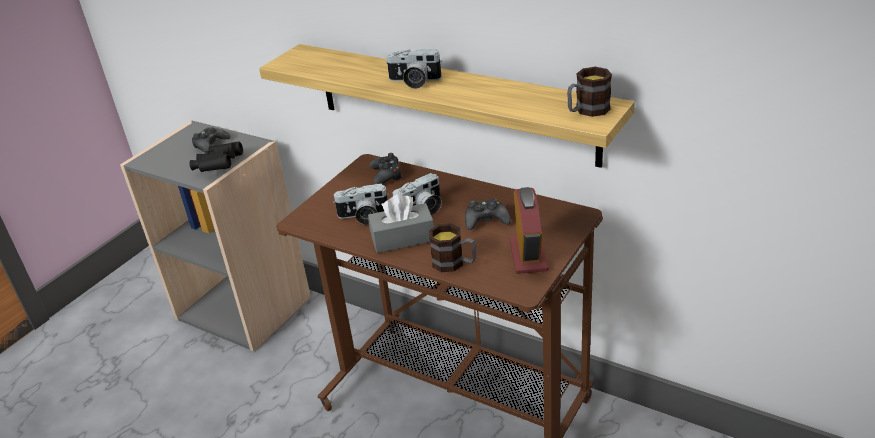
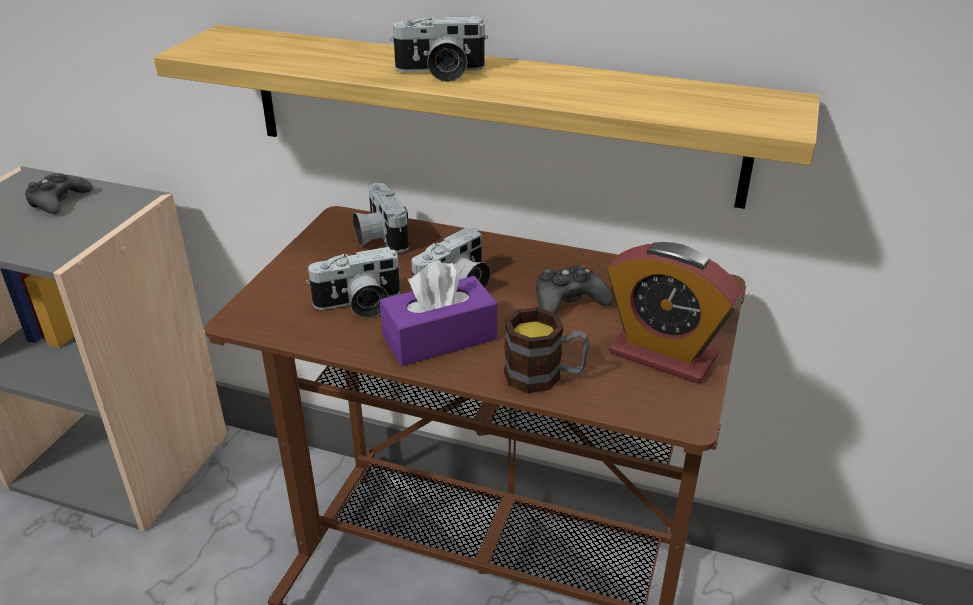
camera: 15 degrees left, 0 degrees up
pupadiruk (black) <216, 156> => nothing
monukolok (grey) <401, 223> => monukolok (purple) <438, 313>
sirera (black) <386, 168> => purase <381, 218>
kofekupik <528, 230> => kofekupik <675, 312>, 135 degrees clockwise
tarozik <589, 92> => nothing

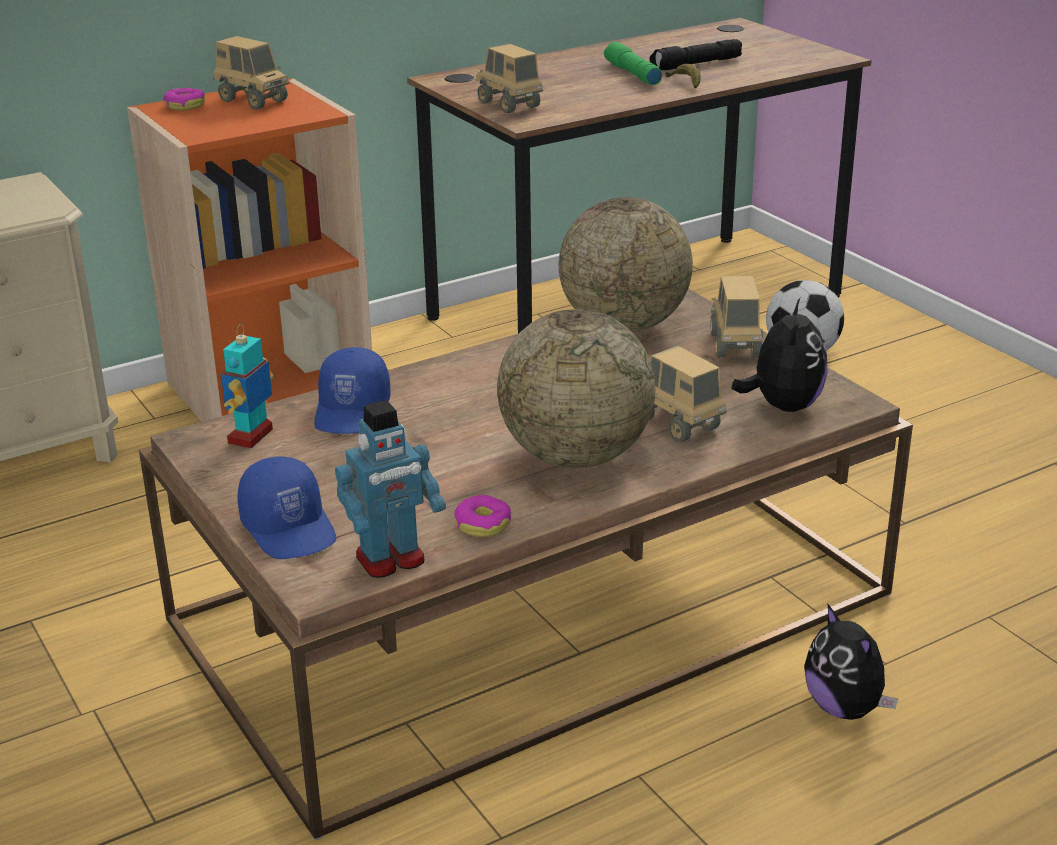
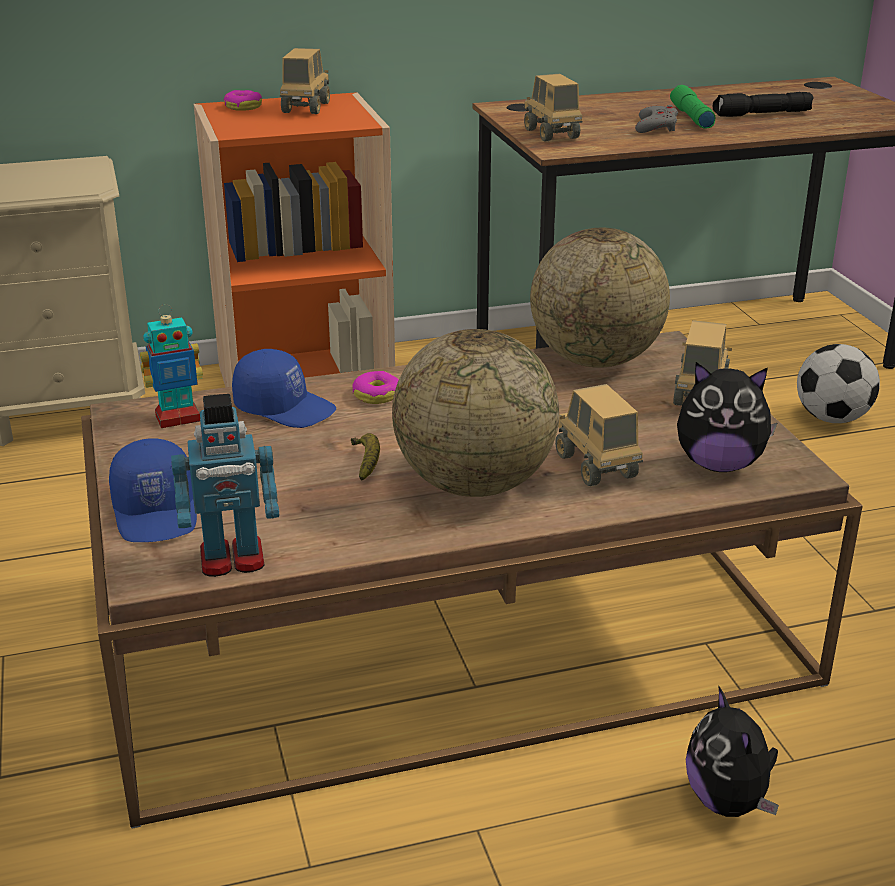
camera: 15 degrees right, 0 degrees up
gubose <251, 73> => gubose <305, 81>, 135 degrees counterclockwise
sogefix <247, 386> => sogefix <171, 366>, 150 degrees counterclockwise
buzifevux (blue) <352, 390> => buzifevux (blue) <284, 388>, 90 degrees counterclockwise
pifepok <482, 516> => pifepok <375, 387>, shifted
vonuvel <683, 76> => vonuvel <365, 457>, shifted
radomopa <780, 355> => radomopa <727, 417>, 75 degrees clockwise
nothing => sirera (grey) <656, 119>

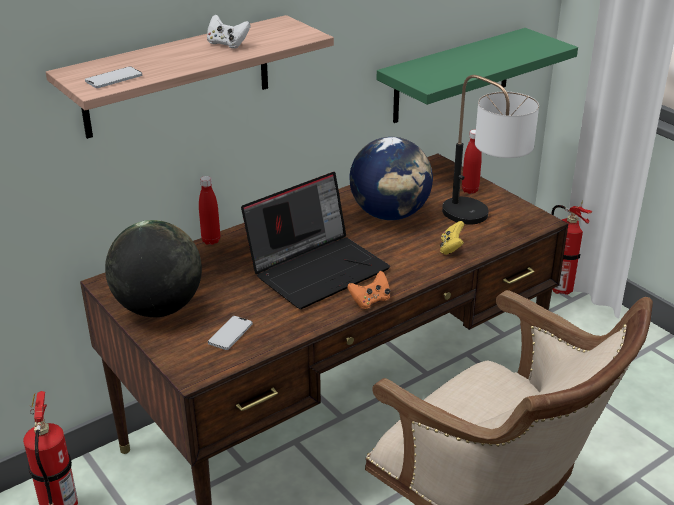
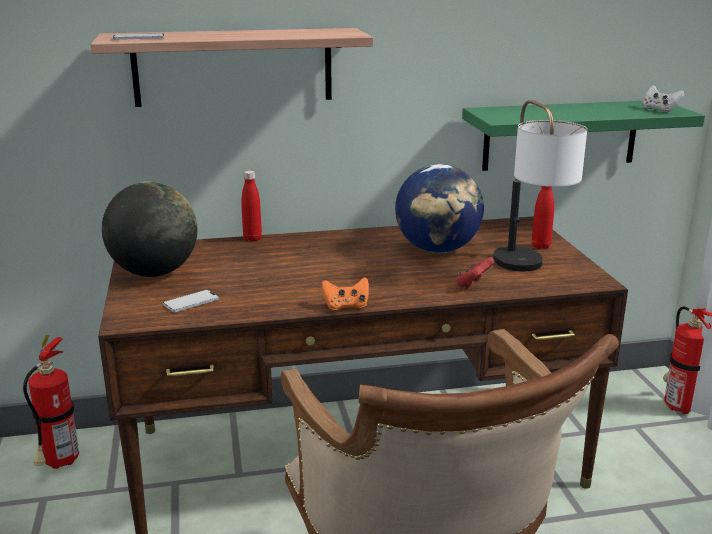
camera: 25 degrees right, 10 degrees down
sirera (white) <229, 31> => sirera (white) <663, 98>, shifted
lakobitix <315, 240> => nothing
sirera (yellow) <452, 238> => sirera (red) <475, 272>

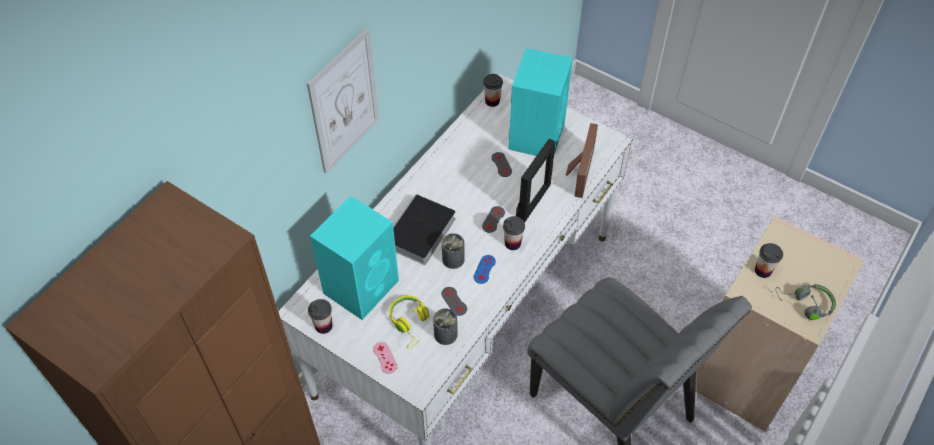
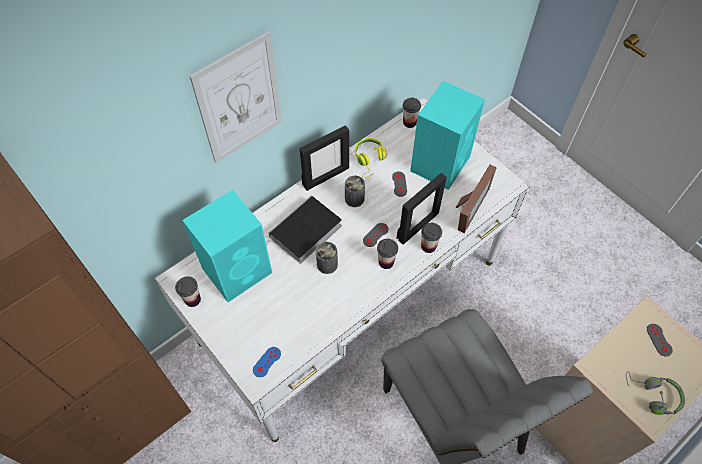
camera: 15 degrees right, 5 degrees up
sirera (pink) <385, 358> => nothing
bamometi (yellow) <409, 322> => bamometi (yellow) <371, 158>, shifted
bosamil <445, 327> => bosamil <355, 191>, shifted
sirera (grey) <454, 301> => sirera (grey) <660, 340>, shifted
sirera (blue) <485, 269> => sirera (blue) <267, 362>, shifted
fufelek <769, 260> => fufelek <431, 238>, shifted
nothing => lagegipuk <324, 158>

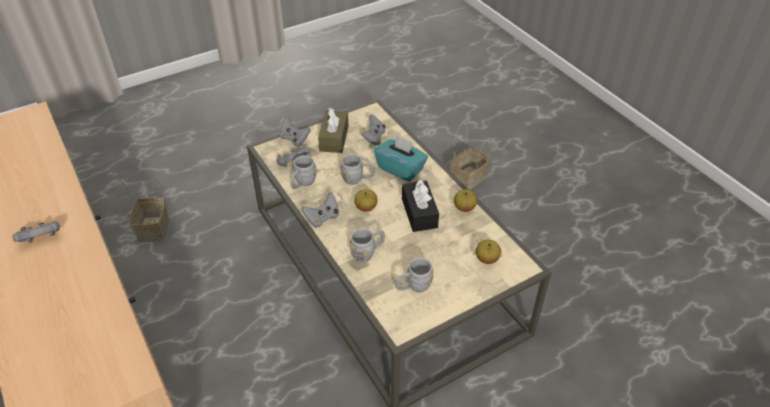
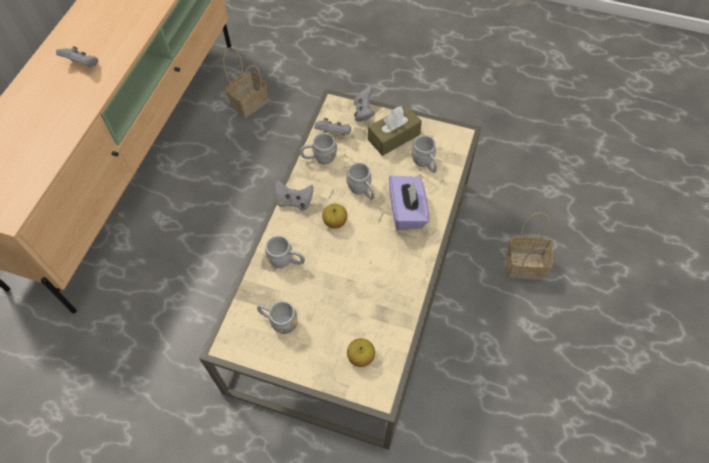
camera: 50 degrees right, 15 degrees up
sirera (grey) <373, 130> => tarozik (grey) <424, 154>
monukolok (turquoise) <401, 158> => monukolok (purple) <409, 202>
monukolok (black) <420, 205> => nothing
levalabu <465, 200> => nothing

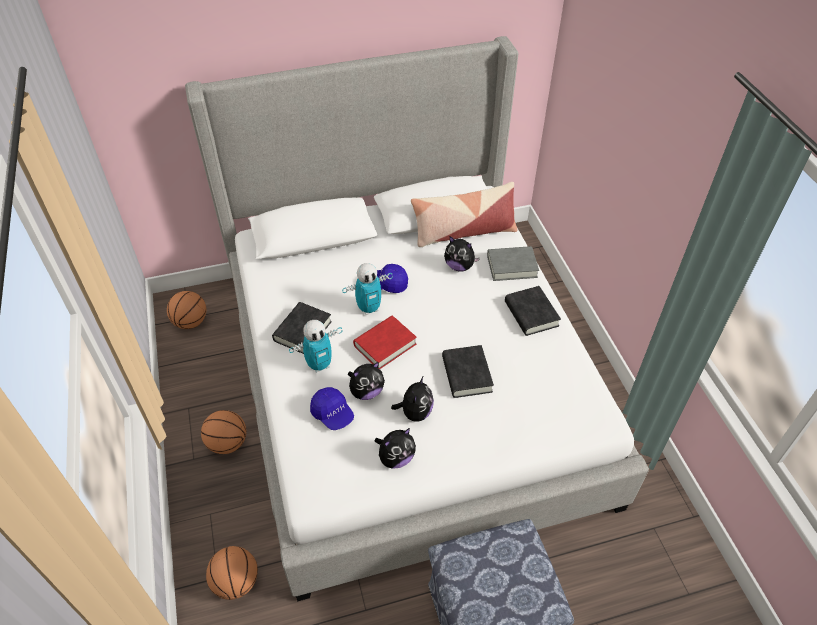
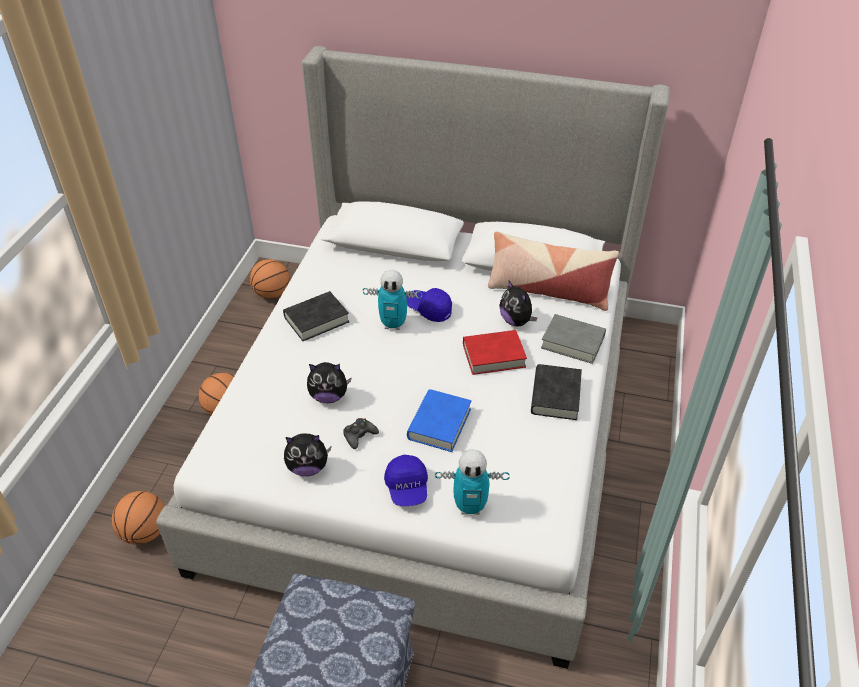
camera: 30 degrees right, 5 degrees down
sogefix <315, 346> => sogefix <472, 482>, shifted
buzifevux (blue) <332, 408> => buzifevux (blue) <406, 480>, shifted
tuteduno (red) <385, 342> => tuteduno (red) <495, 352>, shifted
radomopa <412, 399> => sirera (black) <361, 433>
tuteduno (black) <468, 371> => tuteduno (blue) <439, 420>

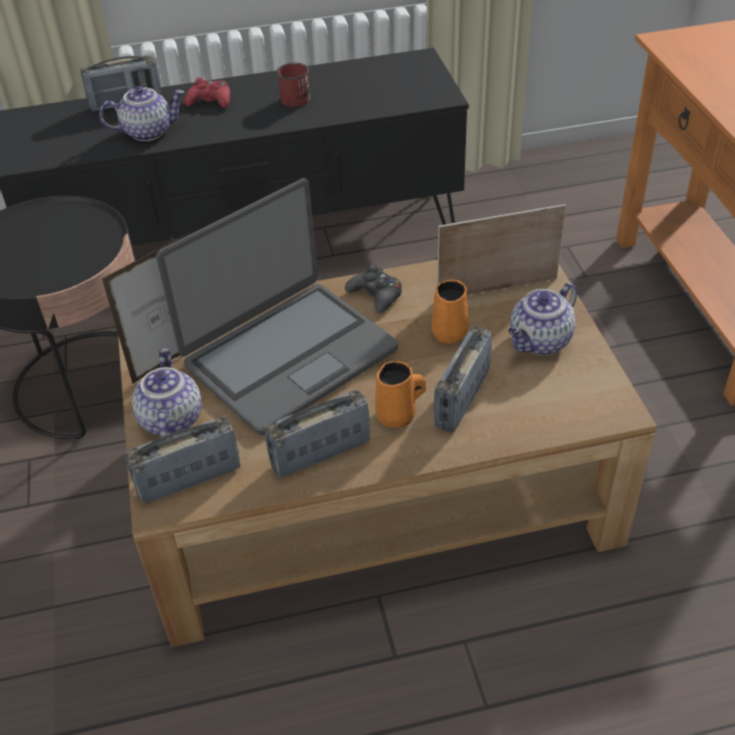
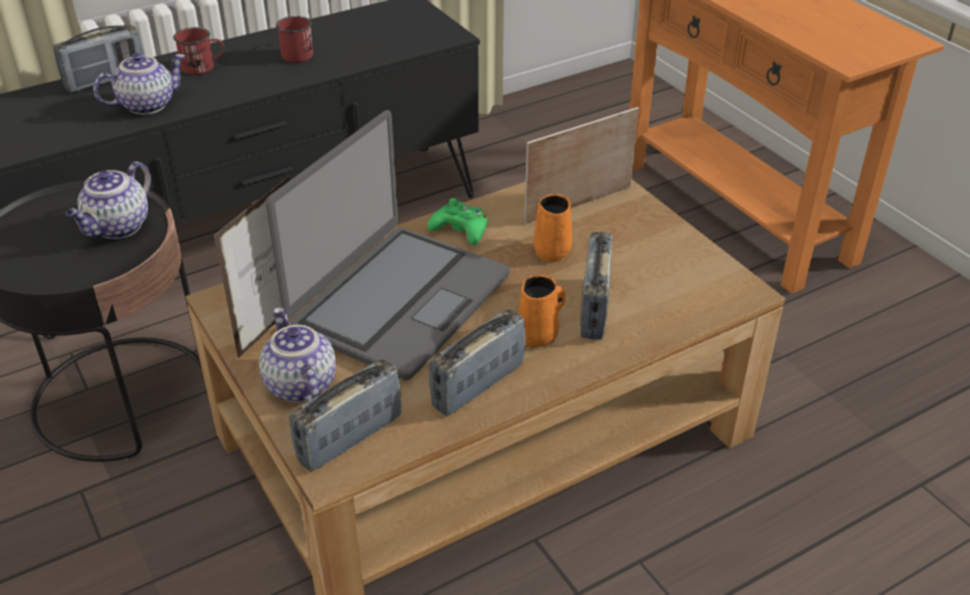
camera: 20 degrees left, 5 degrees down
sirera (red) <207, 92> => tarozik (red) <198, 51>
sirera (black) <373, 288> => sirera (green) <457, 221>
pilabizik <542, 318> => pilabizik <108, 200>, shifted

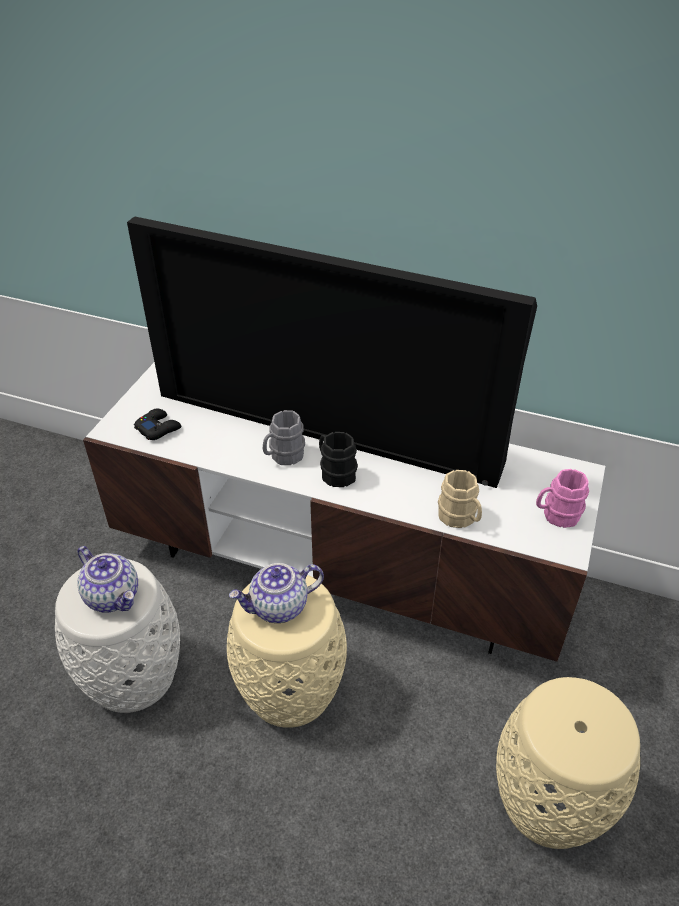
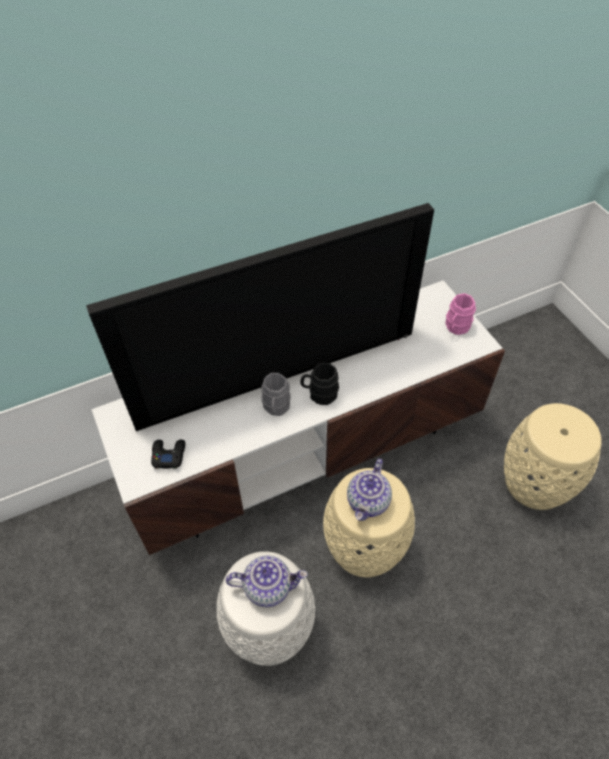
camera: 45 degrees left, 10 degrees up
tarozik (beige) <460, 499> => nothing

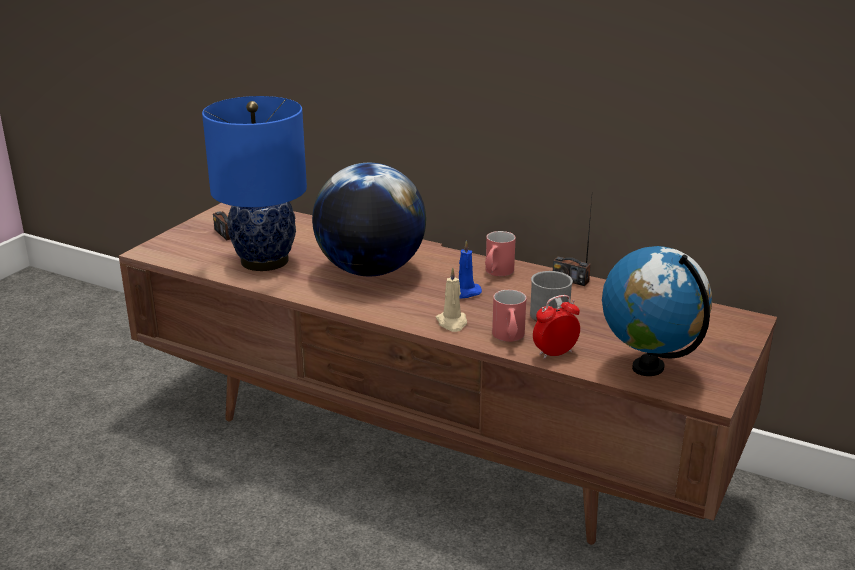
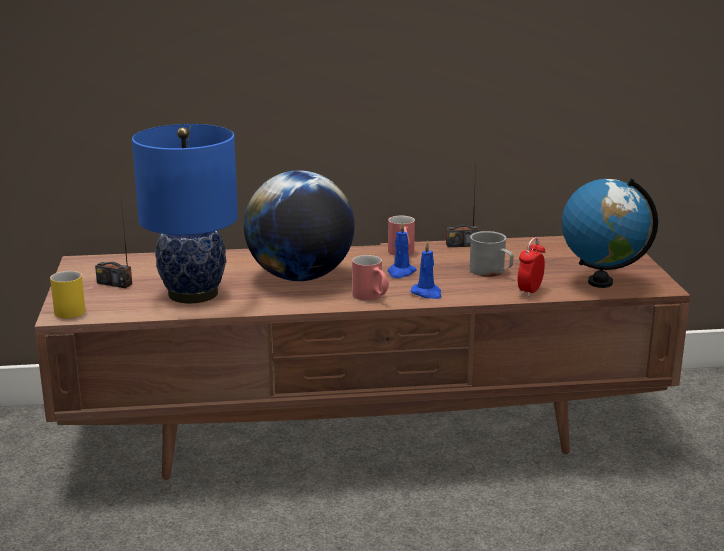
camera: 35 degrees left, 5 degrees down
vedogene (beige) <451, 300> => vedogene (blue) <426, 269>
tarozik (red) <509, 316> => tarozik (red) <370, 278>, shifted
nothing => tarozik (yellow) <67, 294>

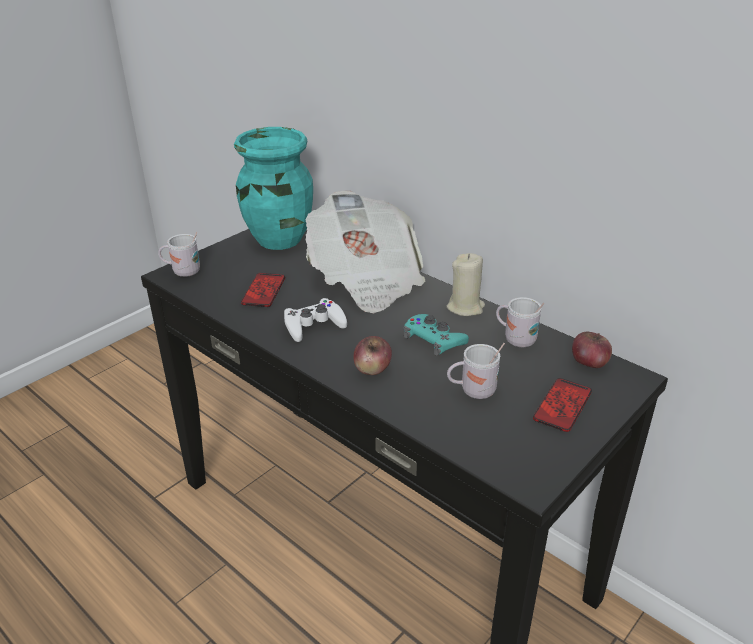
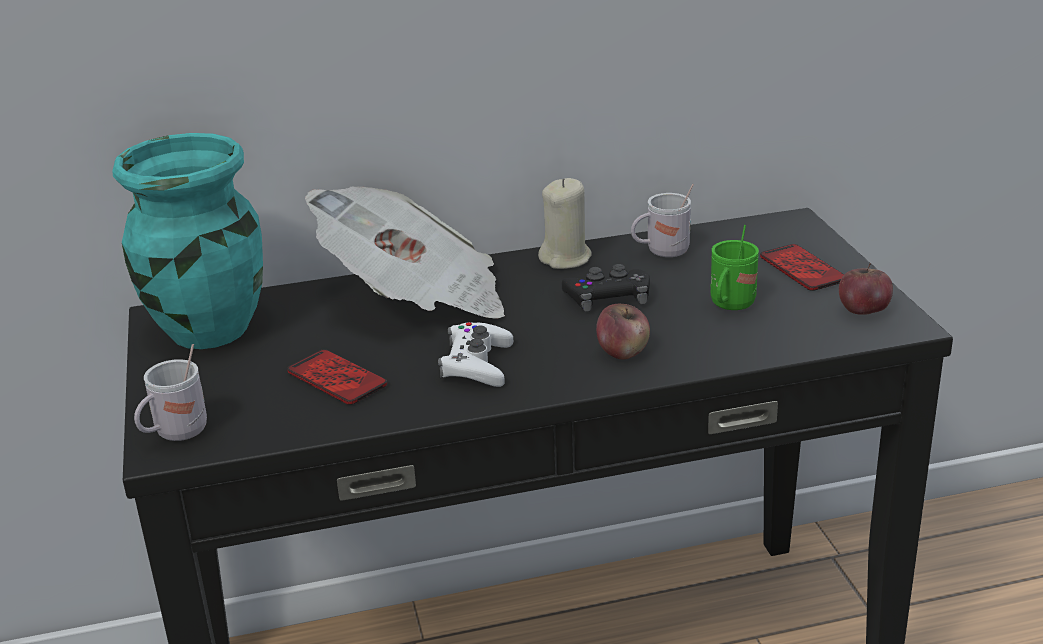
camera: 55 degrees left, 5 degrees down
sirera (turquoise) <436, 335> => sirera (black) <606, 288>
tarozik (white) <476, 371> => tarozik (green) <735, 267>
levalabu <592, 350> => levalabu <866, 289>, shifted

